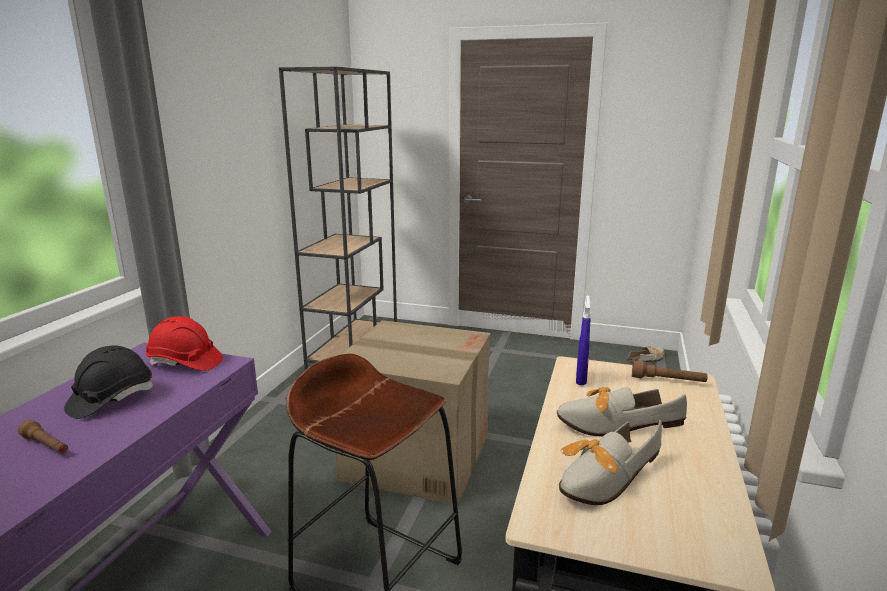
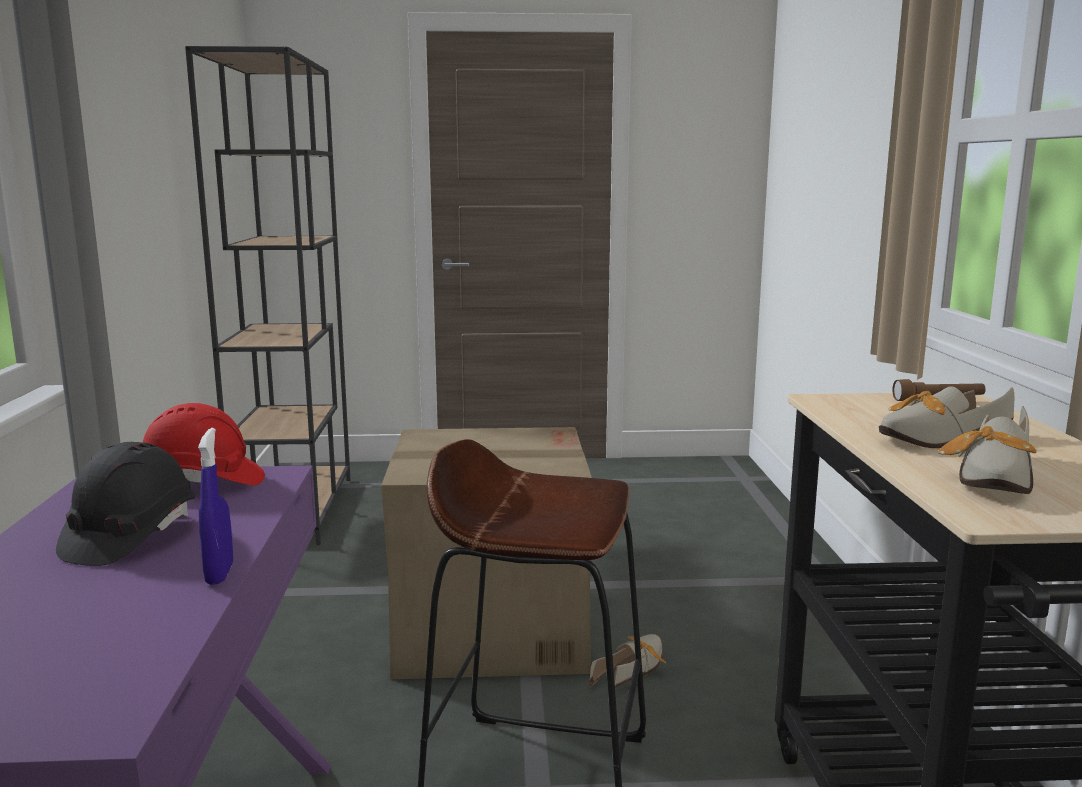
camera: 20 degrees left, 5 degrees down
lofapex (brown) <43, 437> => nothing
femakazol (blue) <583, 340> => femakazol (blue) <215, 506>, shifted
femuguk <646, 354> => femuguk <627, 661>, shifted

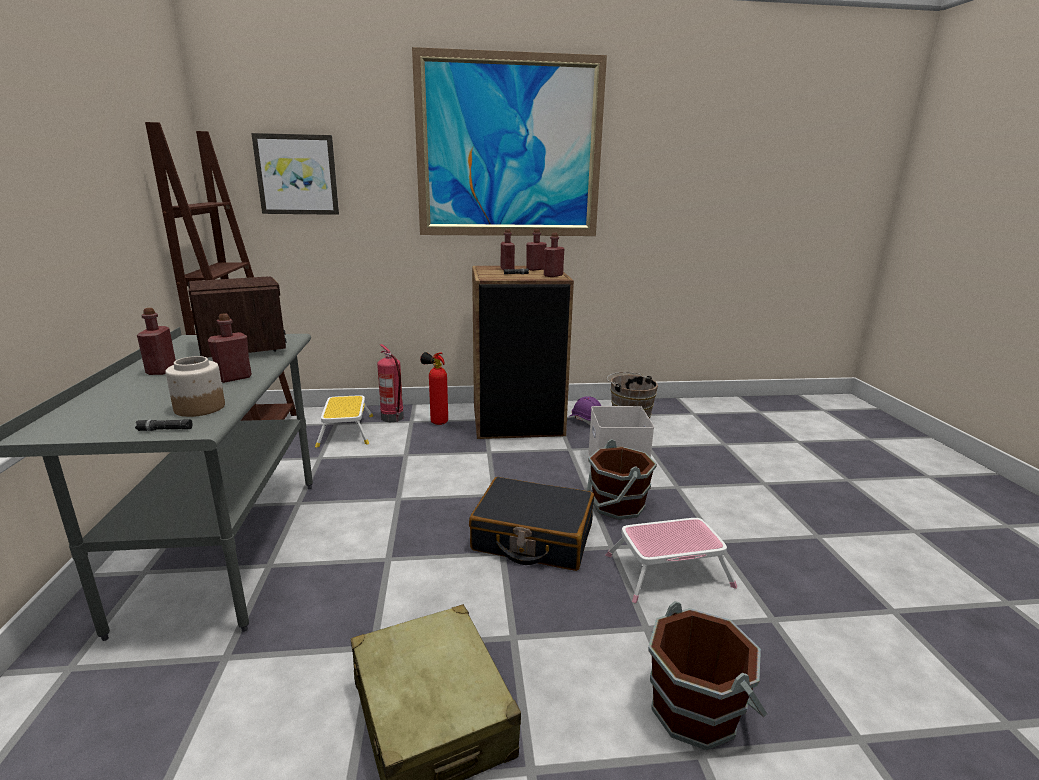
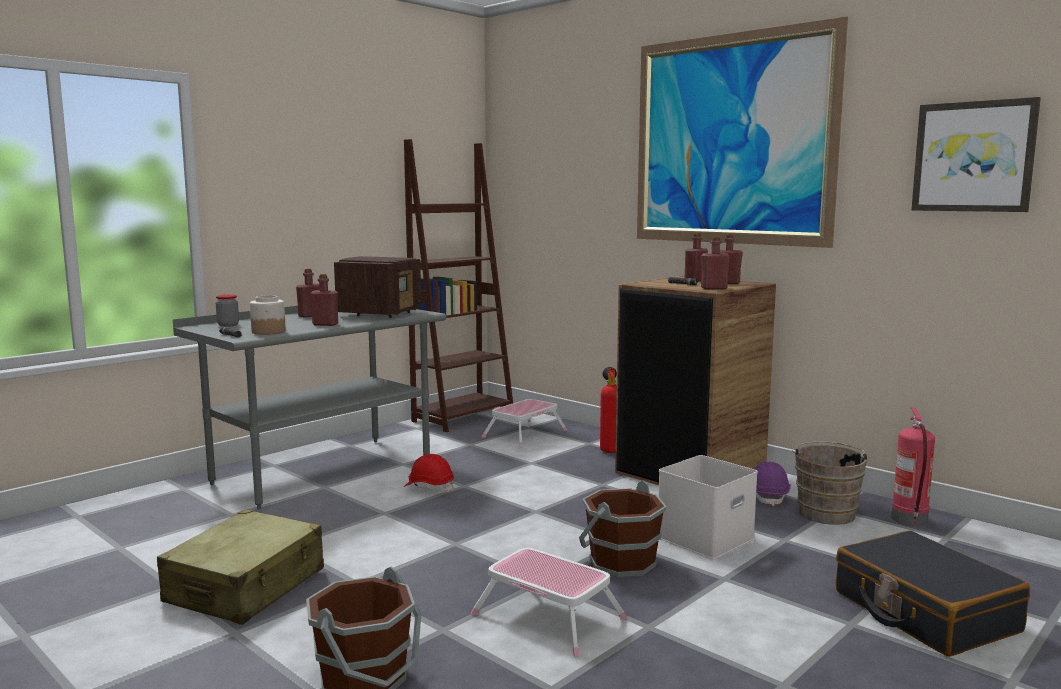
camera: 50 degrees right, 10 degrees down
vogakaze <295, 174> => vogakaze <976, 154>, shifted
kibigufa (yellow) <344, 421> => kibigufa (pink) <524, 423>
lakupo <390, 383> => lakupo <913, 467>, shifted
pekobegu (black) <531, 524> => pekobegu (black) <933, 593>, shifted
nothing => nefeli <227, 310>
nothing => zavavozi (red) <429, 473>

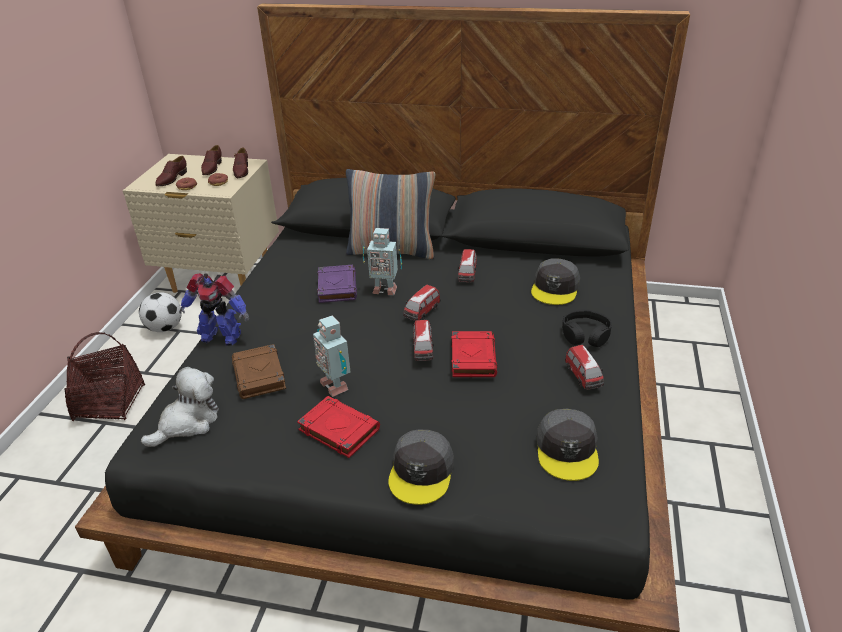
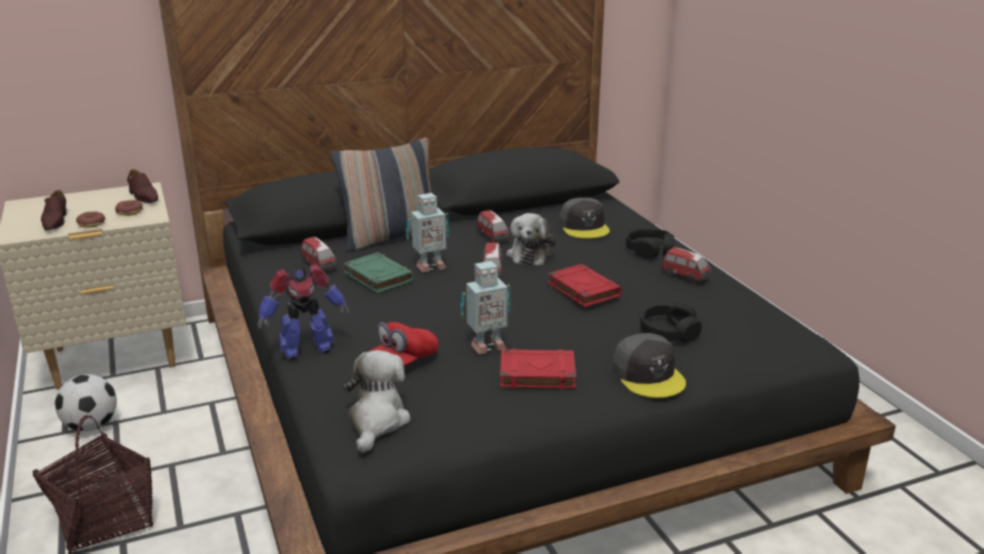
camera: 35 degrees left, 10 degrees down
femuguk (brown) <211, 160> => nothing
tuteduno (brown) <259, 371> => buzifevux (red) <404, 344>
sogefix <332, 356> => sogefix <485, 307>, 45 degrees counterclockwise
tuteduno (purple) <337, 284> => tuteduno (green) <378, 272>
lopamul <423, 340> => lopamul <319, 254>, shifted
buzifevux (grey) <568, 445> => nothing
nothing => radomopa <531, 239>
nothing => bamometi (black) <671, 323>

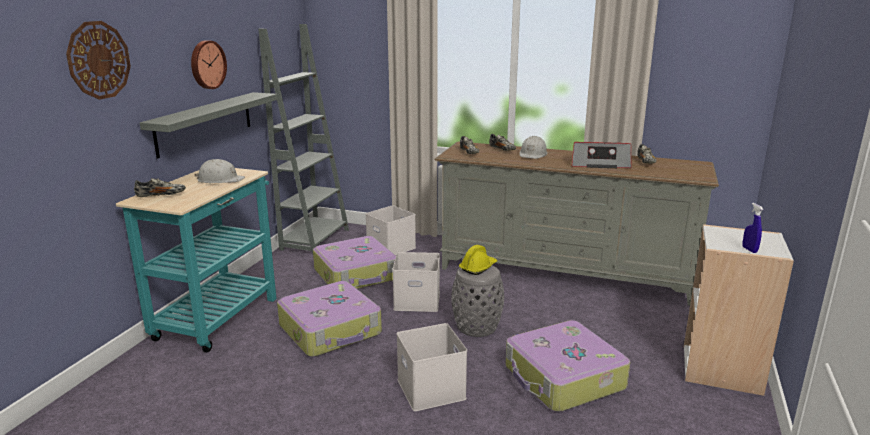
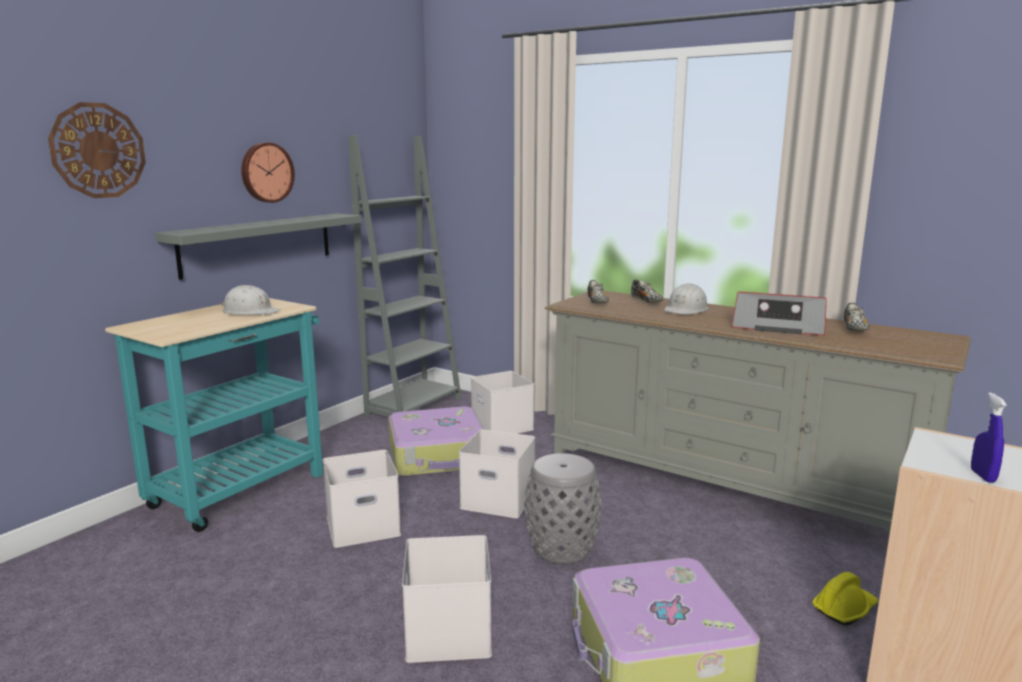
camera: 15 degrees right, 5 degrees down
femuguk <160, 187> => nothing
pekobegu <329, 319> => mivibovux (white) <362, 499>
zavavozi (yellow) <478, 260> => zavavozi (yellow) <845, 598>, shifted

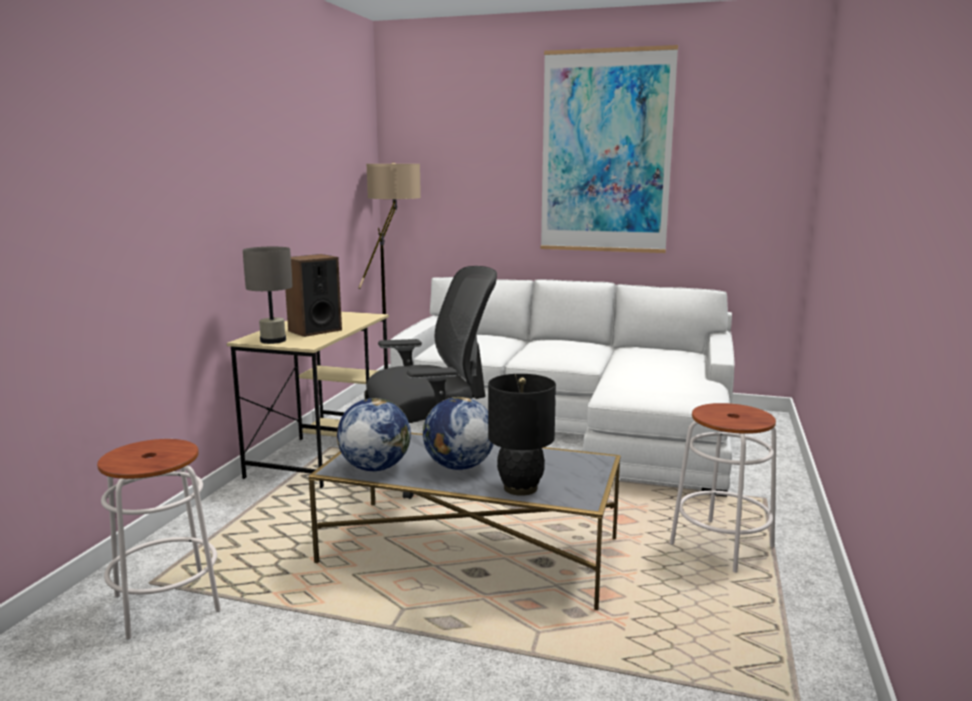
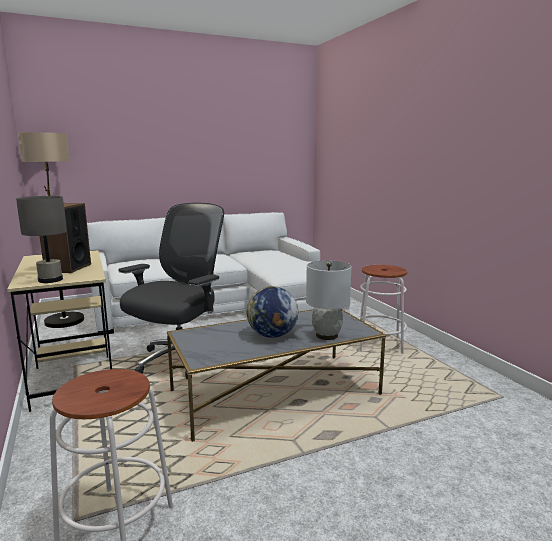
camera: 40 degrees left, 0 degrees up
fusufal <374, 434> => nothing
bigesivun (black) <522, 435> => bigesivun (white) <329, 300>
vogakaze <609, 149> => nothing

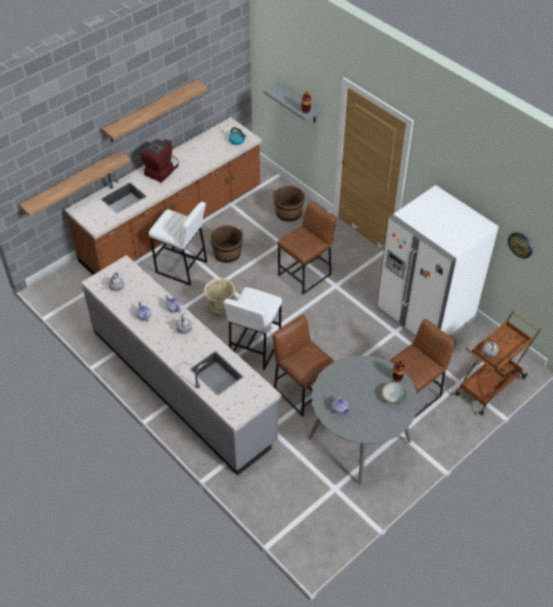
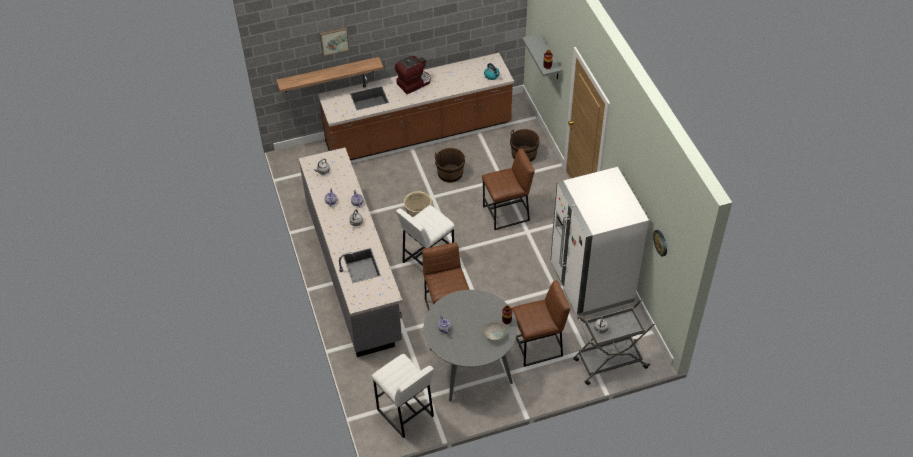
camera: 25 degrees right, 0 degrees up
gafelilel <155, 111> => nothing
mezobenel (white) <178, 243> => mezobenel (white) <403, 396>, shifted
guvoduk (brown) <497, 363> => guvoduk (grey) <614, 342>
nothing => vogakaze <334, 41>

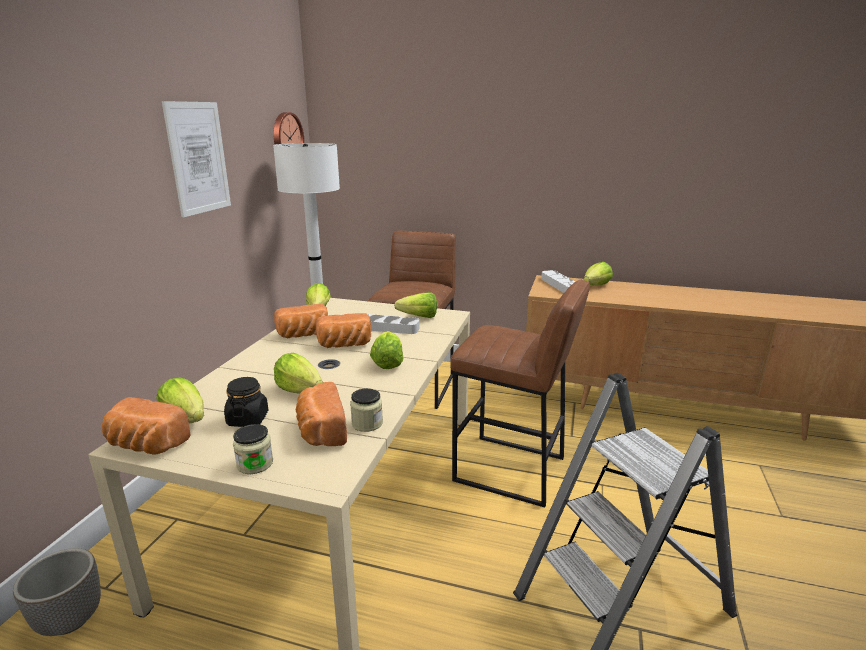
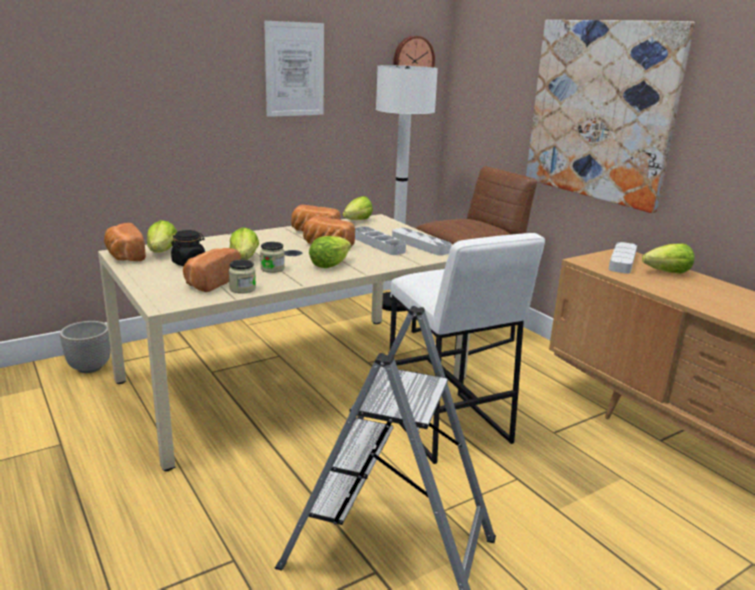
camera: 40 degrees right, 0 degrees up
nefeli <253, 449> => nefeli <272, 257>, shifted
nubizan <415, 305> => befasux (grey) <422, 242>
mezobenel (brown) <520, 393> => mezobenel (white) <467, 348>
nothing => vogakaze <610, 116>

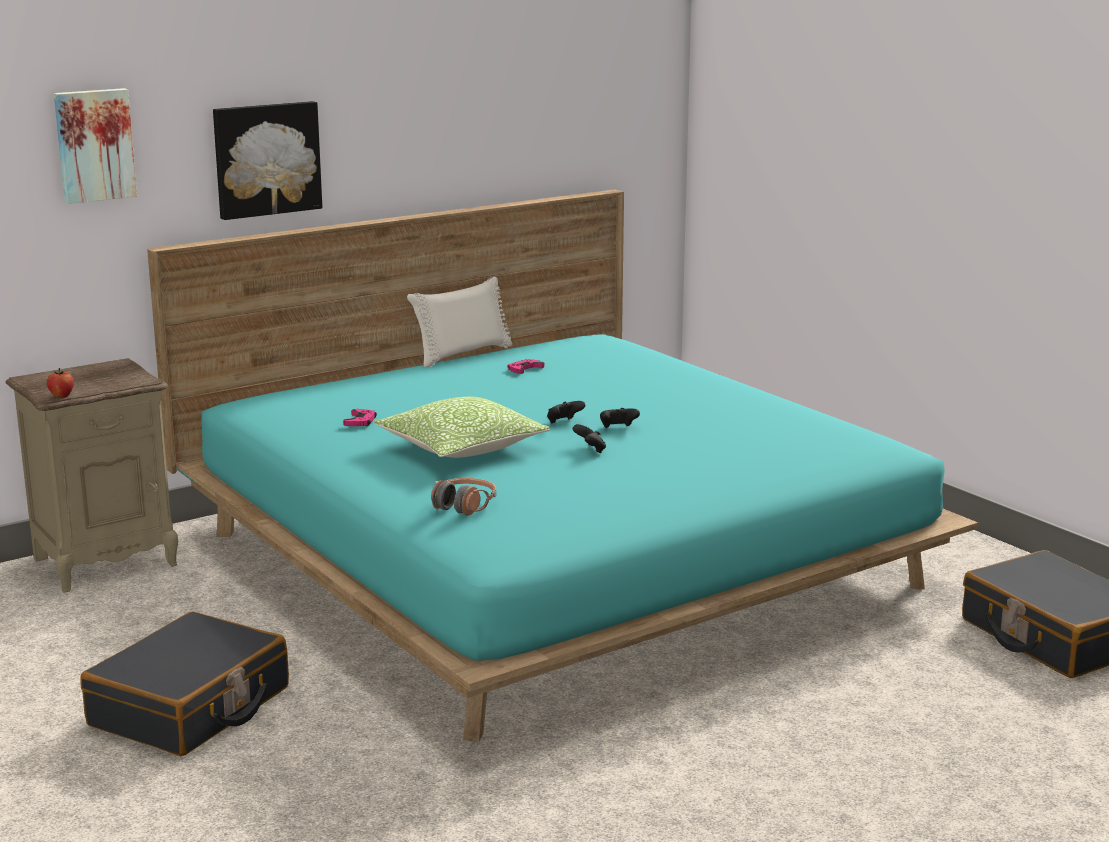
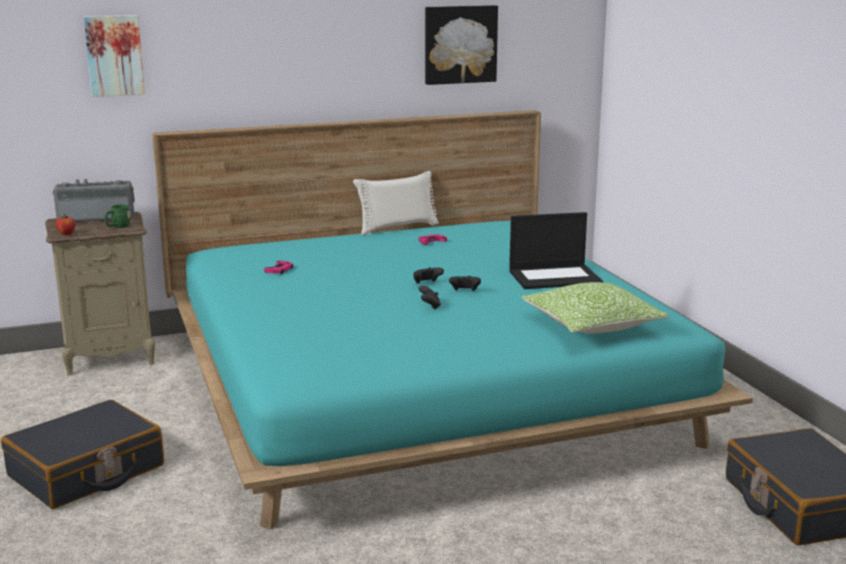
camera: 15 degrees right, 0 degrees up
vogakaze <267, 160> => vogakaze <461, 45>, shifted
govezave <462, 427> => govezave <595, 308>, shifted
bamometi <463, 496> => nothing
nothing => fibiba <94, 200>
nothing => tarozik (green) <117, 216>
nothing => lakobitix <556, 250>

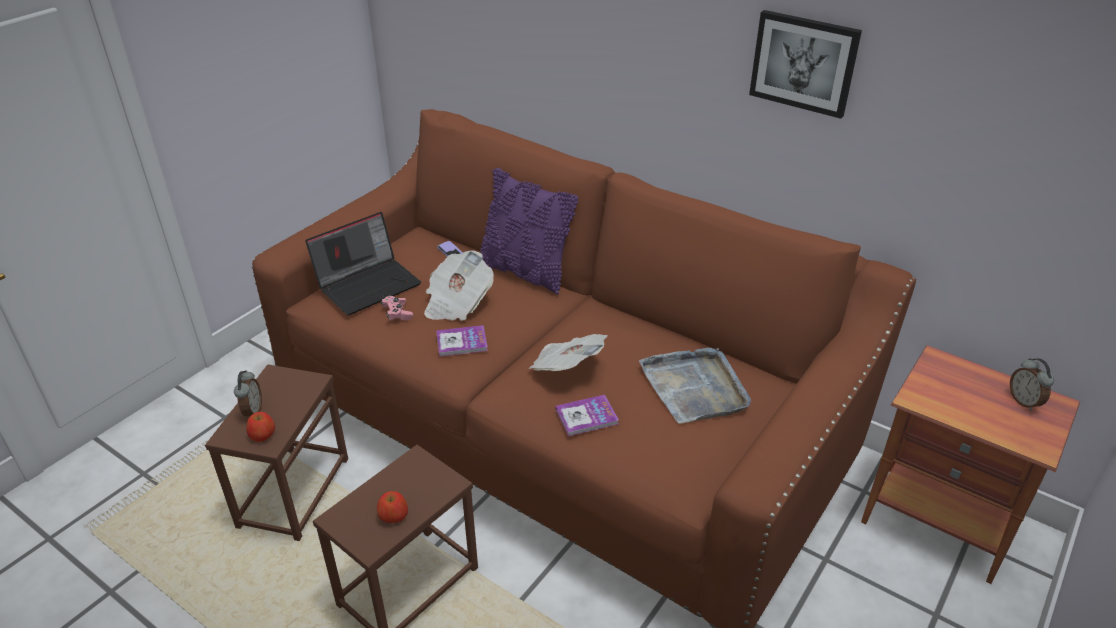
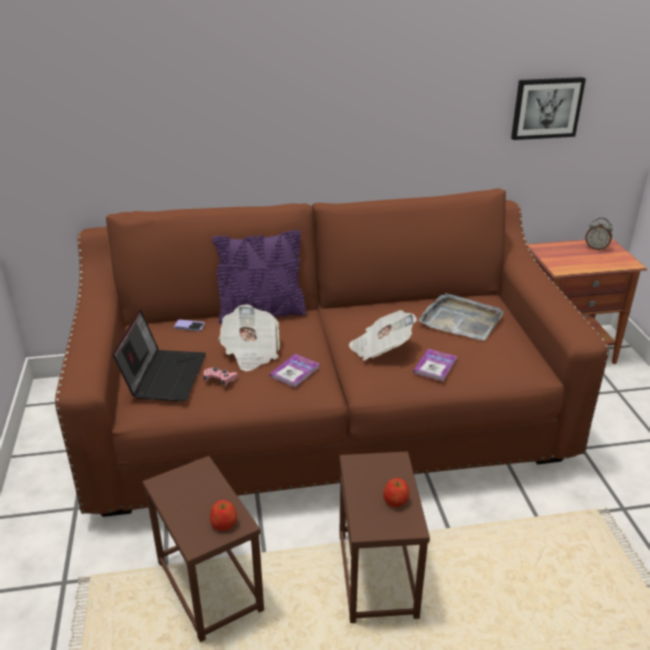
camera: 45 degrees left, 5 degrees down
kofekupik <248, 393> => nothing
vogakaze <805, 64> => vogakaze <548, 108>, shifted

